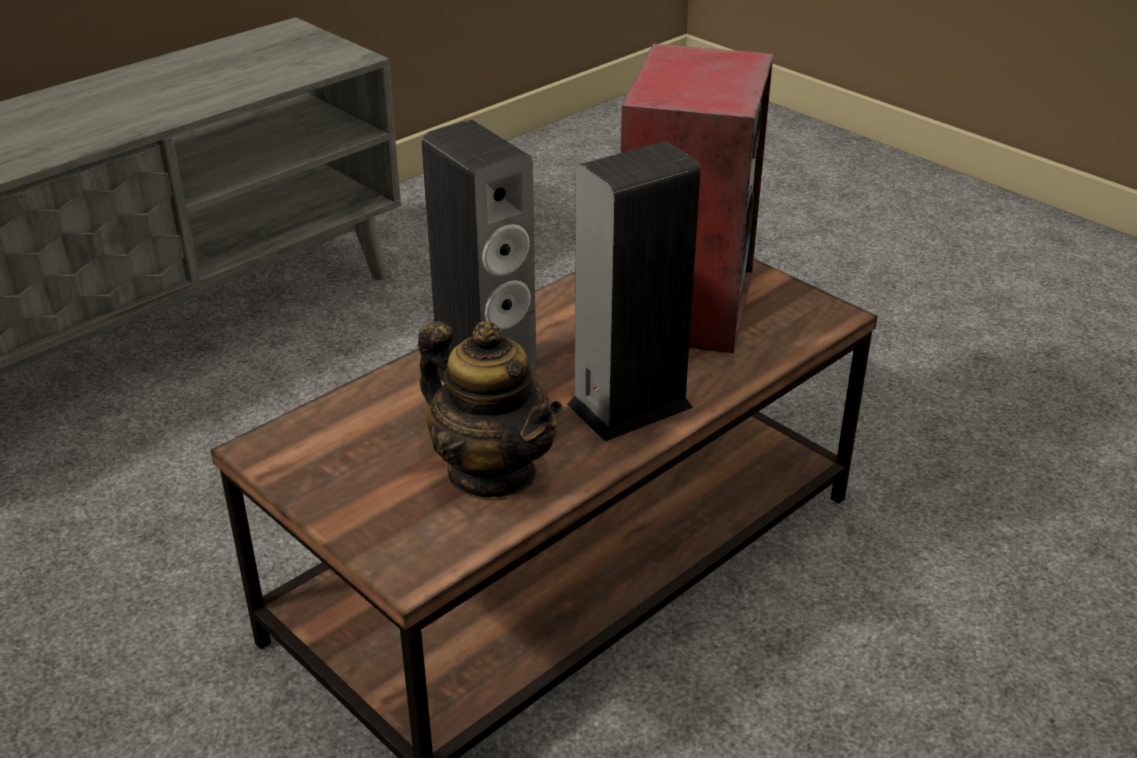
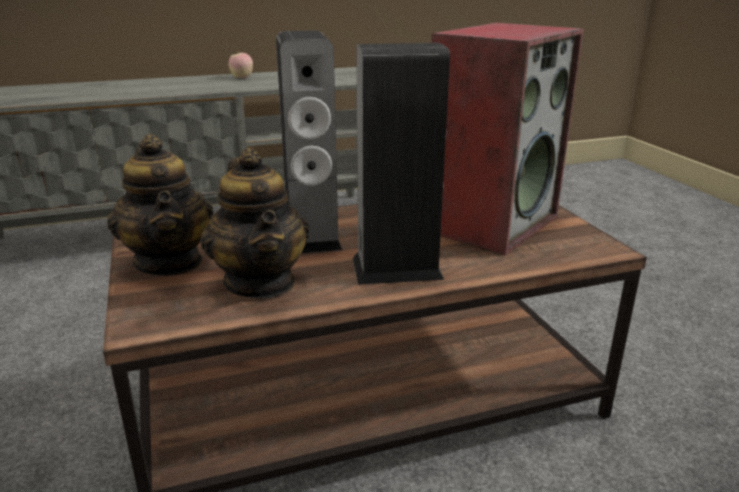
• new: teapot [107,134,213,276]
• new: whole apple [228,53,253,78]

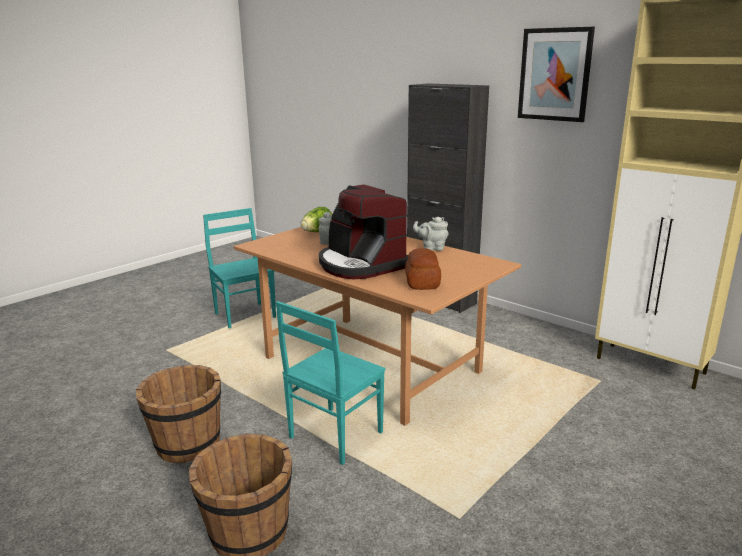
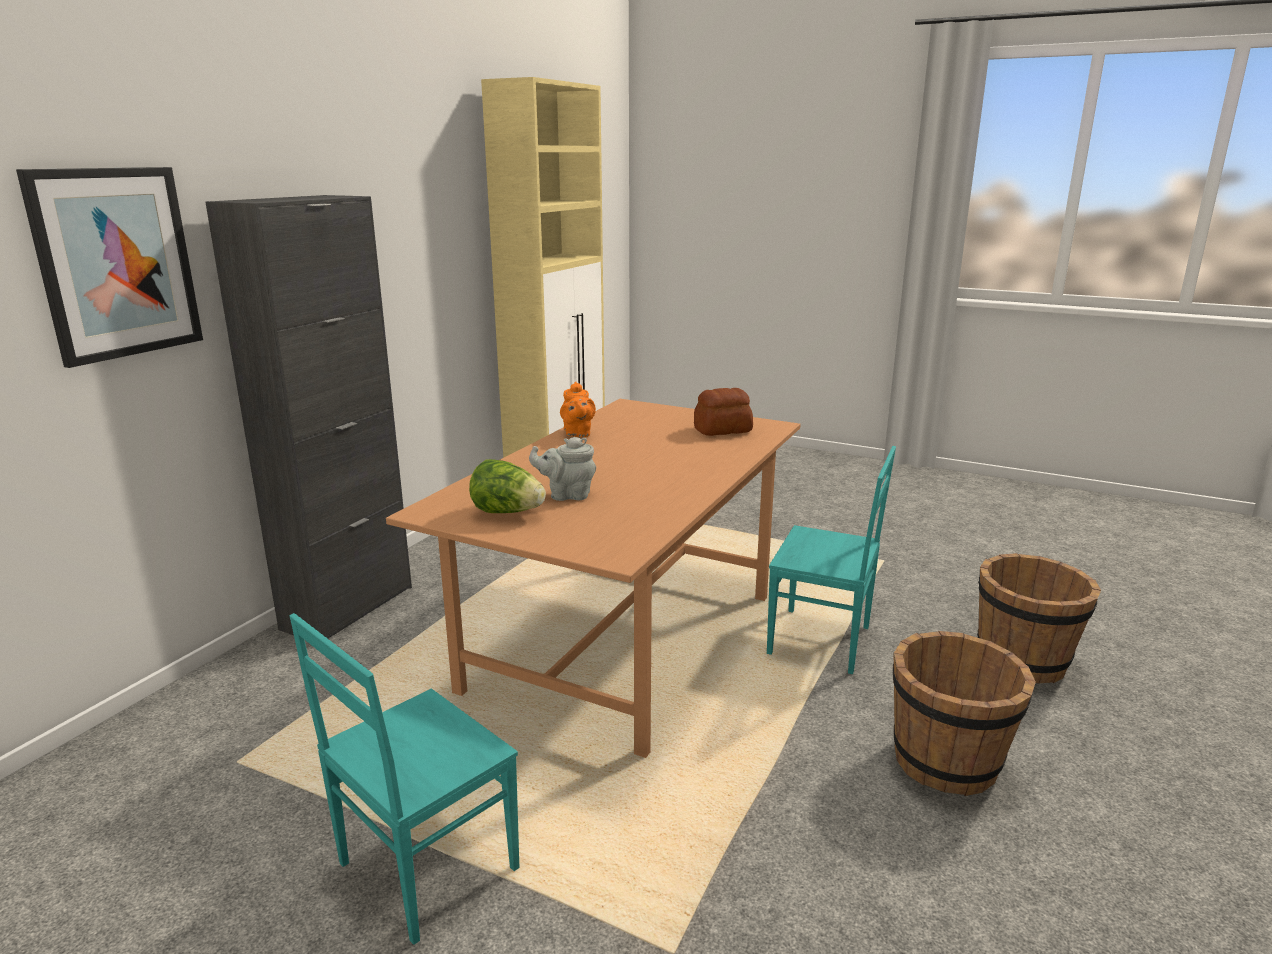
• shifted: picture [518,27,595,122] to [16,167,203,368]
• repainted: gray teapot [413,217,449,251] to orange teapot [560,382,596,437]
• gone: coffee brewer [319,185,408,280]

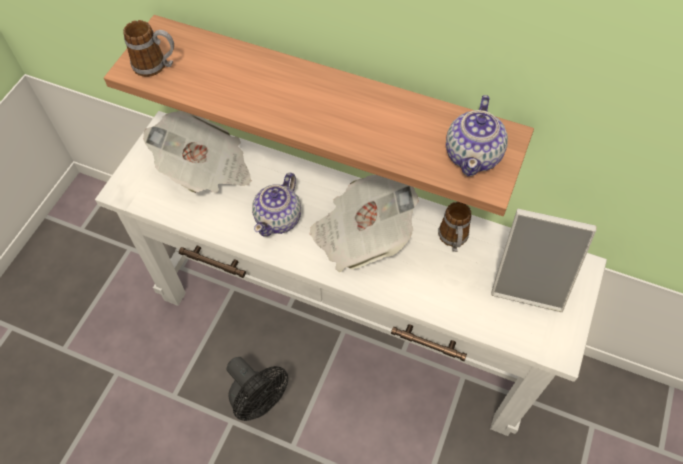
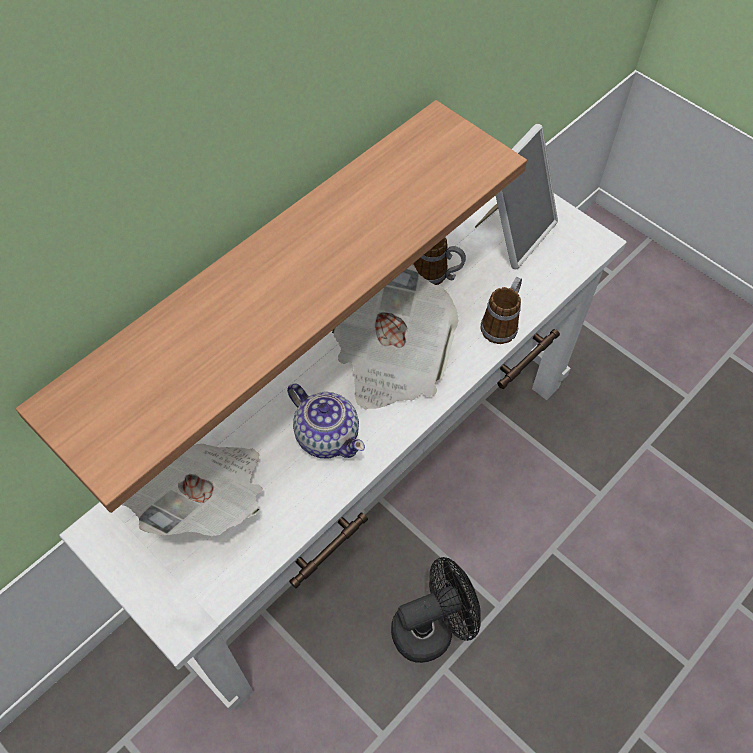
• shifted: coffee mug [123,20,174,77] to [481,277,522,344]
• gone: teapot [446,95,508,176]

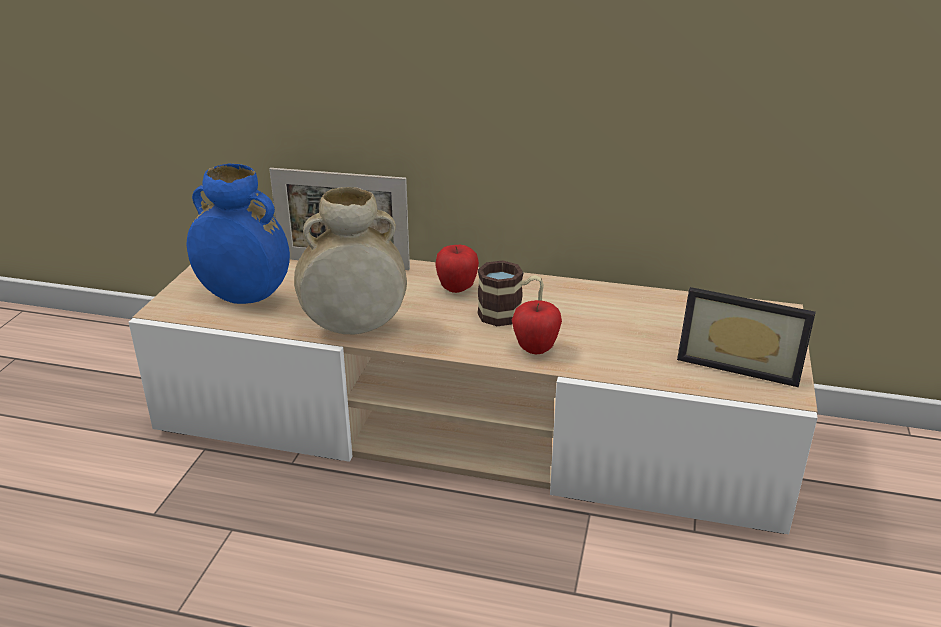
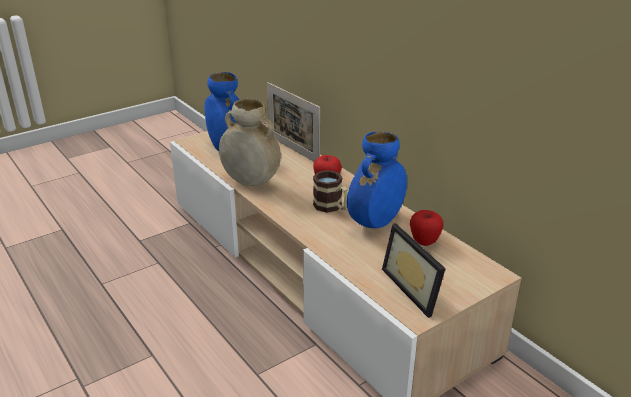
• new: blue flower vase [347,132,407,228]
• shifted: whole apple [512,300,562,354] to [410,210,443,246]

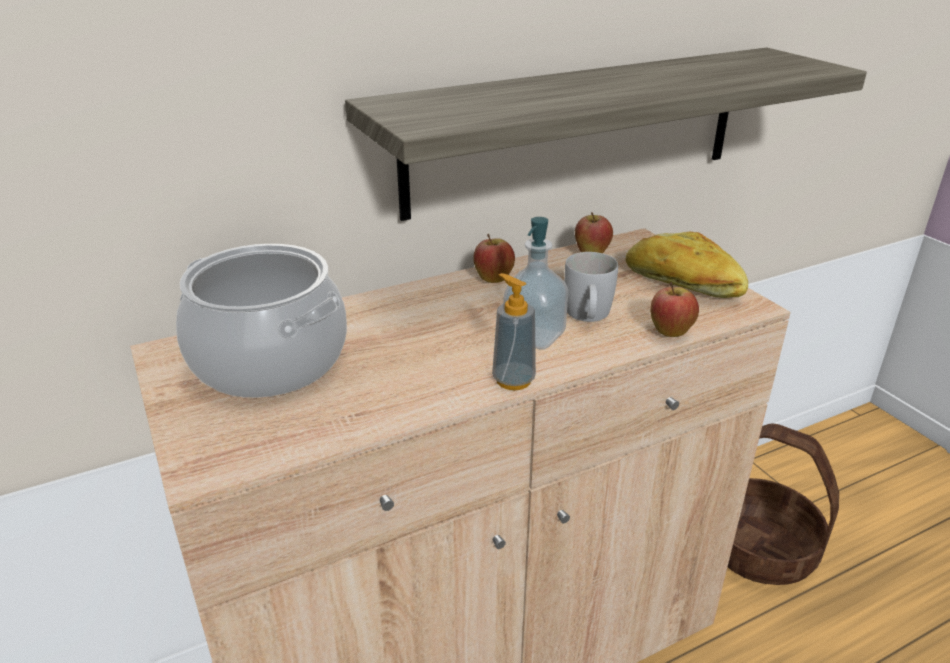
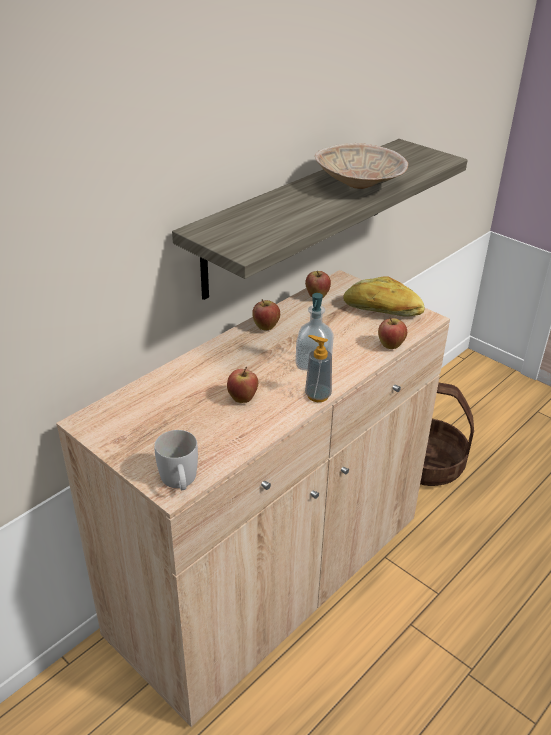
• shifted: white-coloured coffee mug [564,252,618,322] to [154,430,198,490]
• new: whole apple [227,367,258,403]
• new: beige-coloured serving bowl [315,143,408,189]
• gone: saucepot [176,244,347,398]

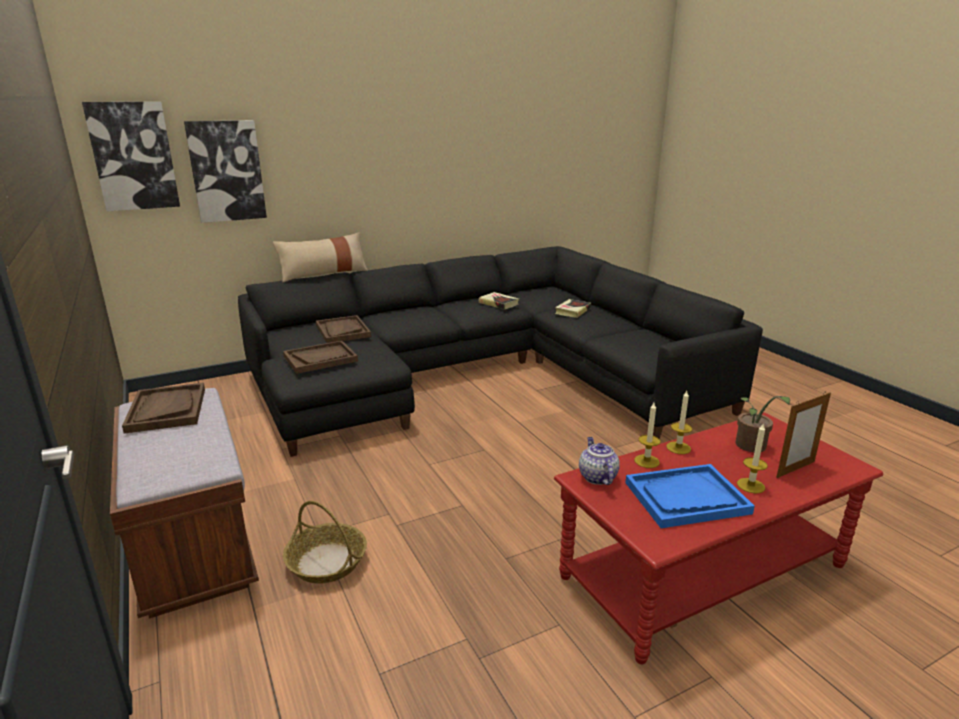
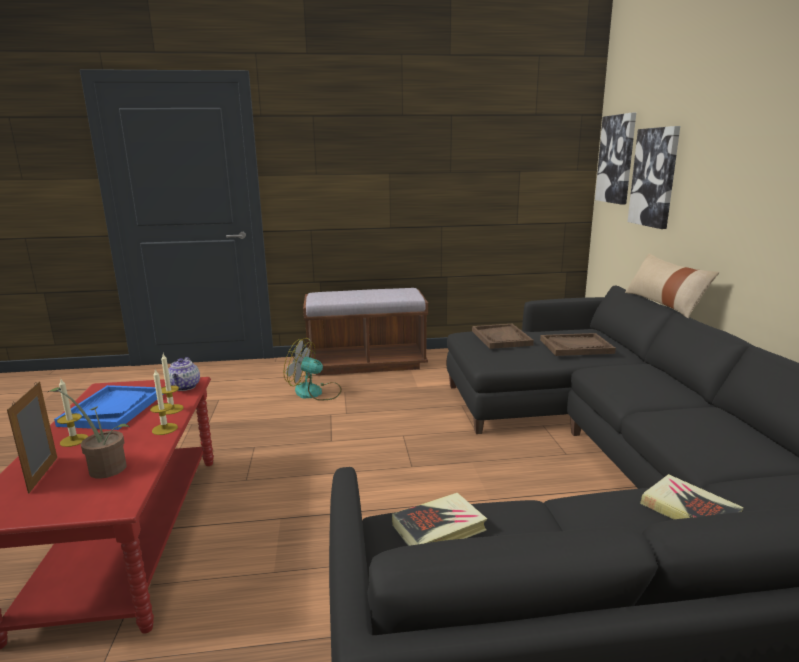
• rotated: teapot [579,437,620,485] = [168,357,200,391] 75 degrees clockwise
• swapped: household basket [283,501,367,584] to electric fan [284,338,342,401]
• shifted: volume [478,292,519,309] to [392,493,487,546]
• gone: brownish carrying tray [122,383,205,434]

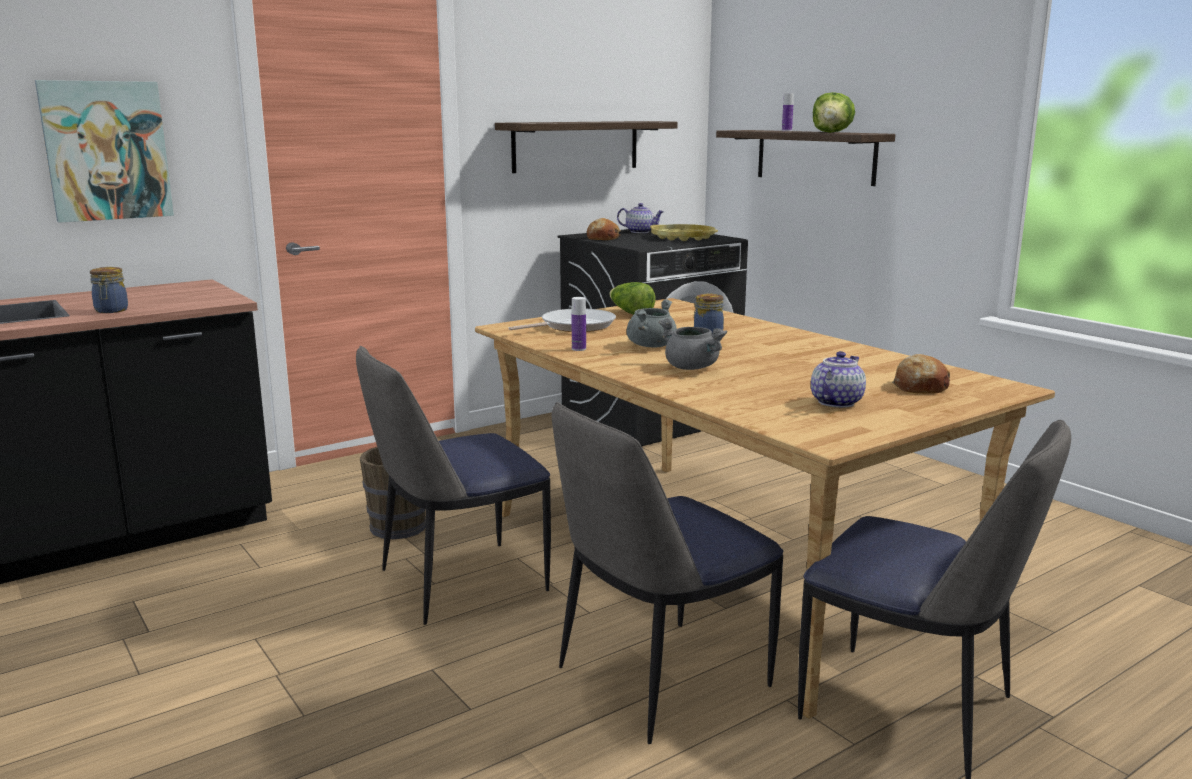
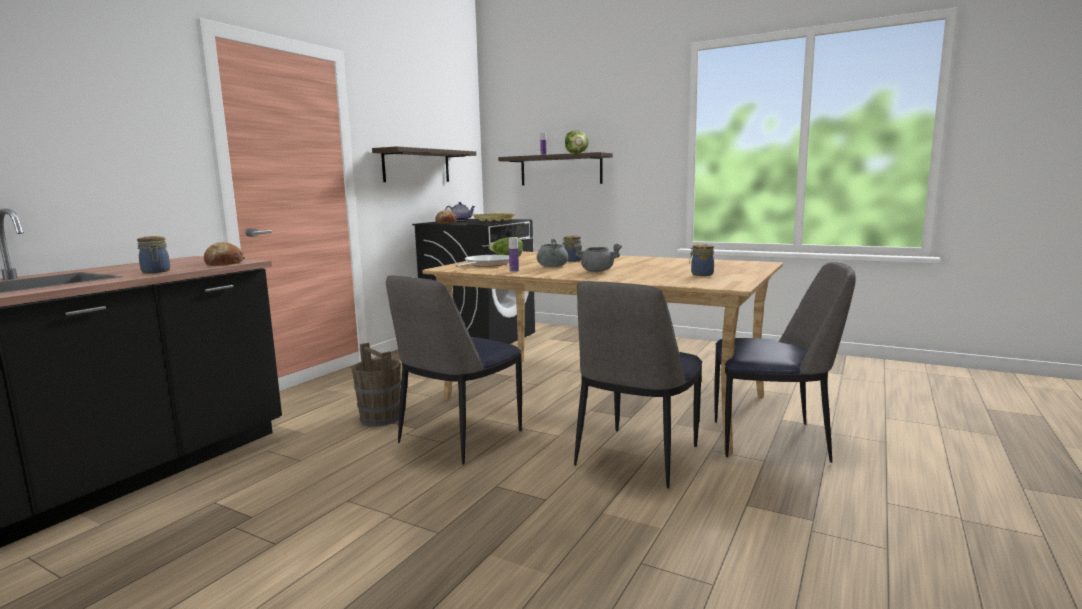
• shifted: bread [892,354,950,393] to [204,242,245,266]
• swapped: teapot [811,351,866,408] to jar [689,244,714,276]
• gone: picture [35,80,174,223]

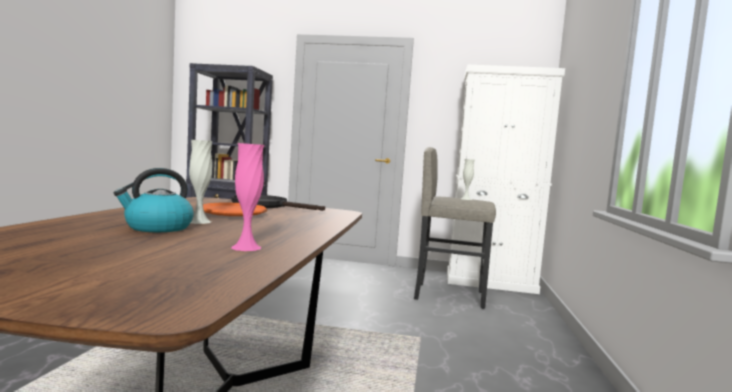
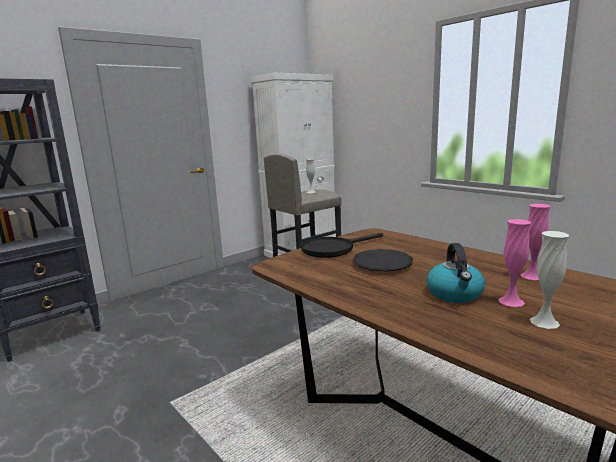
• repainted: orange plate [203,202,267,216] to black plate [352,249,413,272]
• new: pink flower vase [498,219,531,307]
• shifted: white-coloured flower vase [189,140,212,224] to [530,231,569,329]

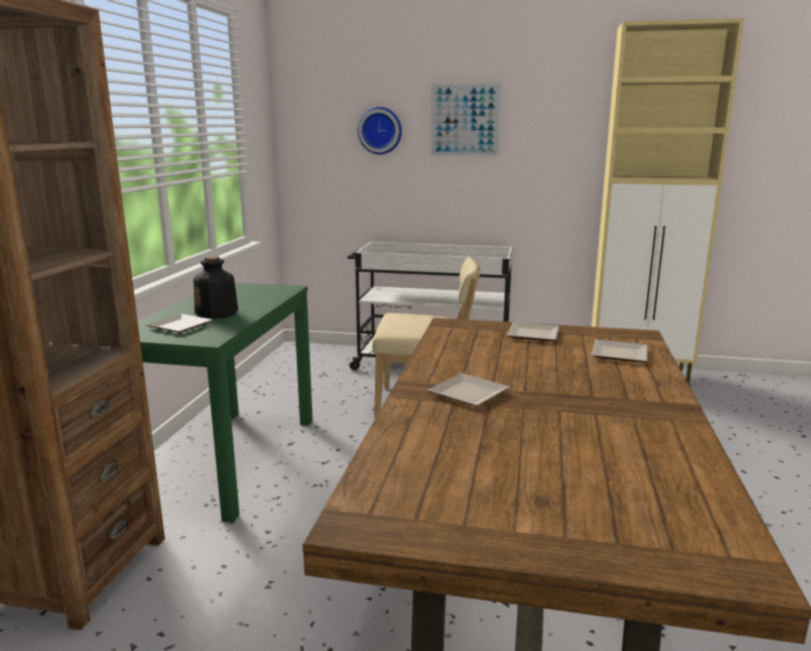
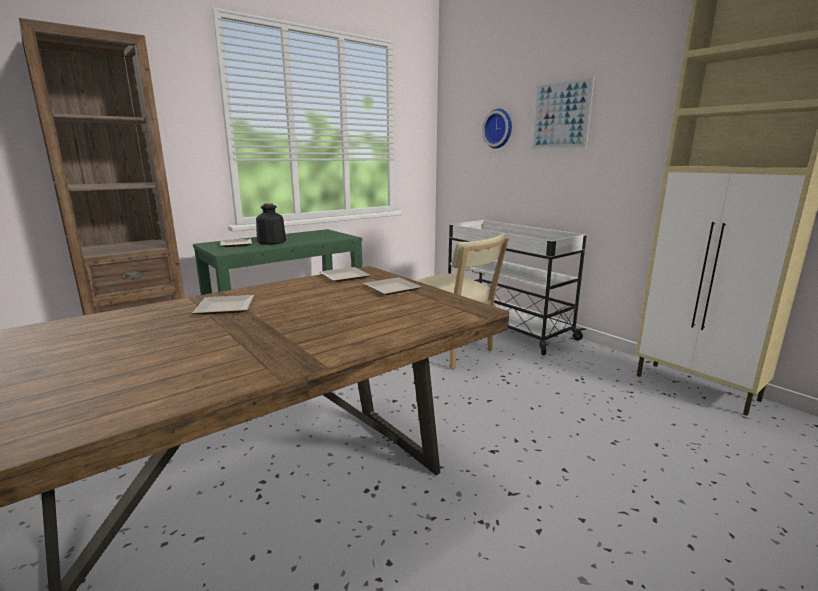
• shifted: plate [592,339,647,362] to [320,267,371,282]

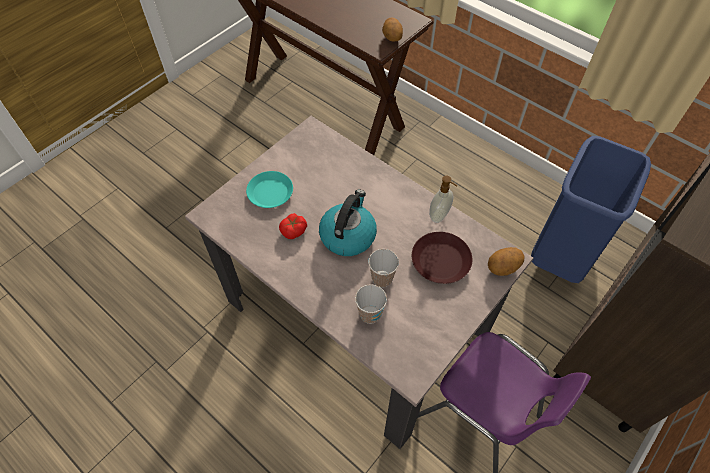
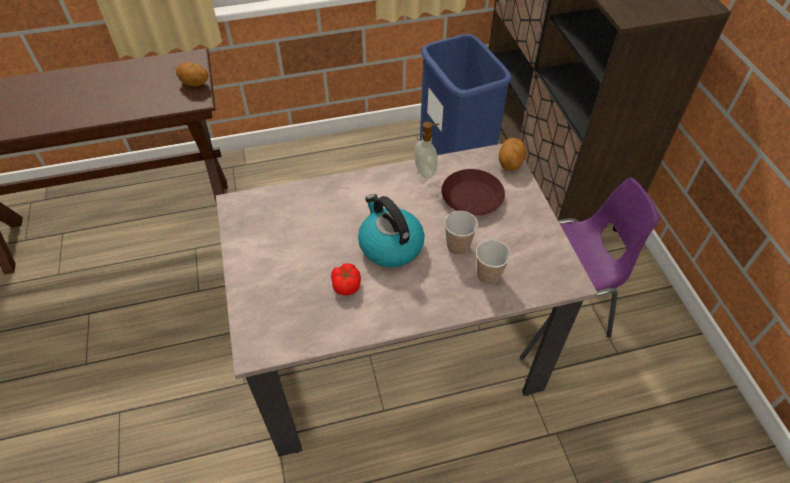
• gone: turquoise plate [246,171,293,208]

